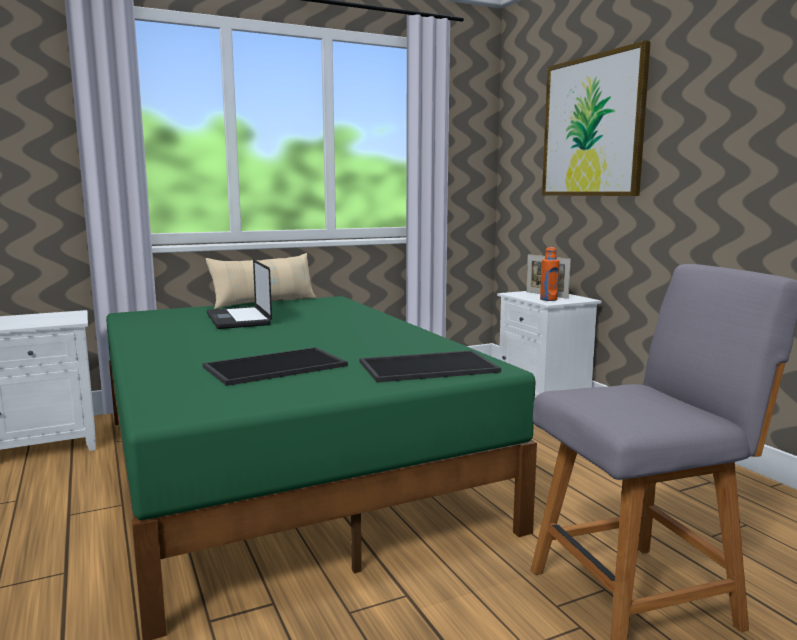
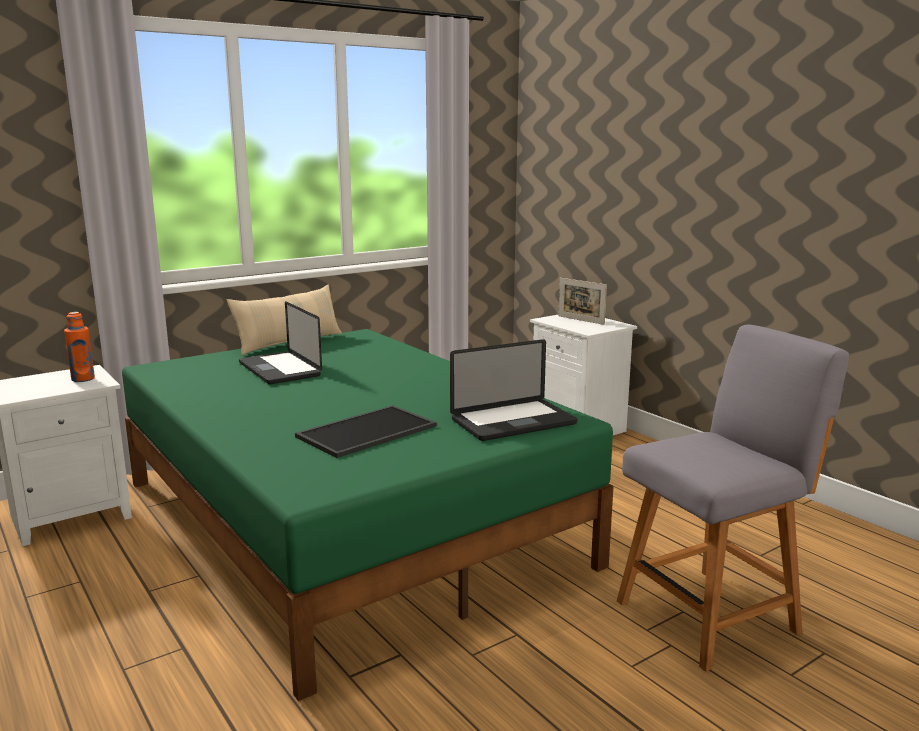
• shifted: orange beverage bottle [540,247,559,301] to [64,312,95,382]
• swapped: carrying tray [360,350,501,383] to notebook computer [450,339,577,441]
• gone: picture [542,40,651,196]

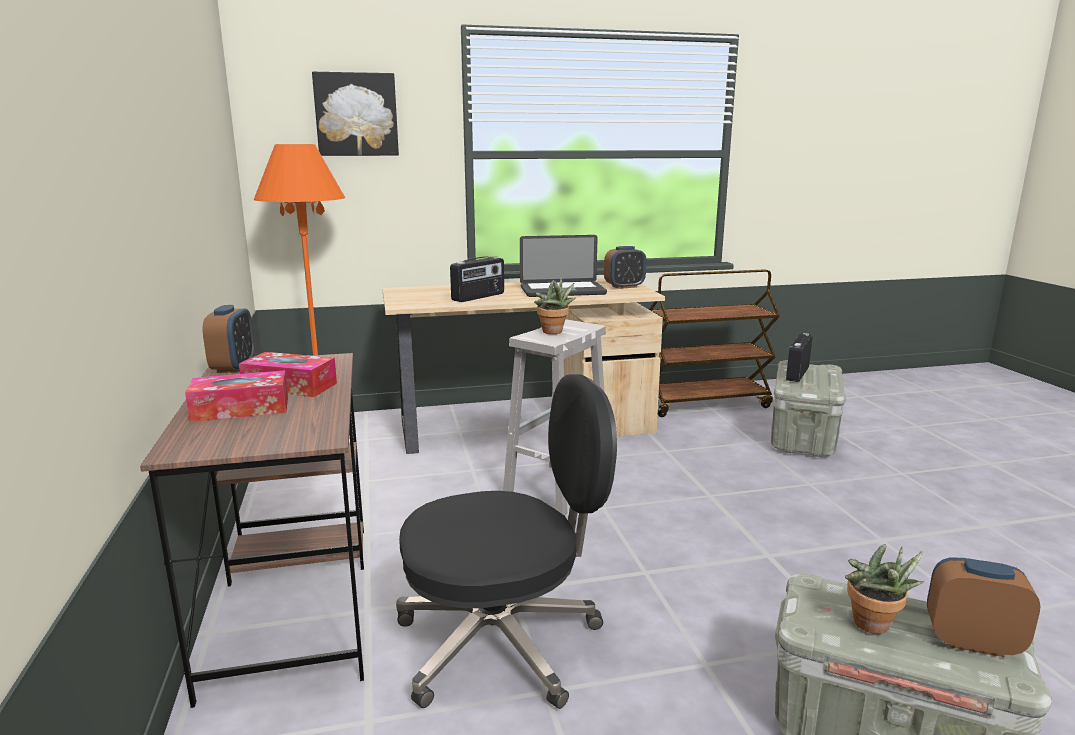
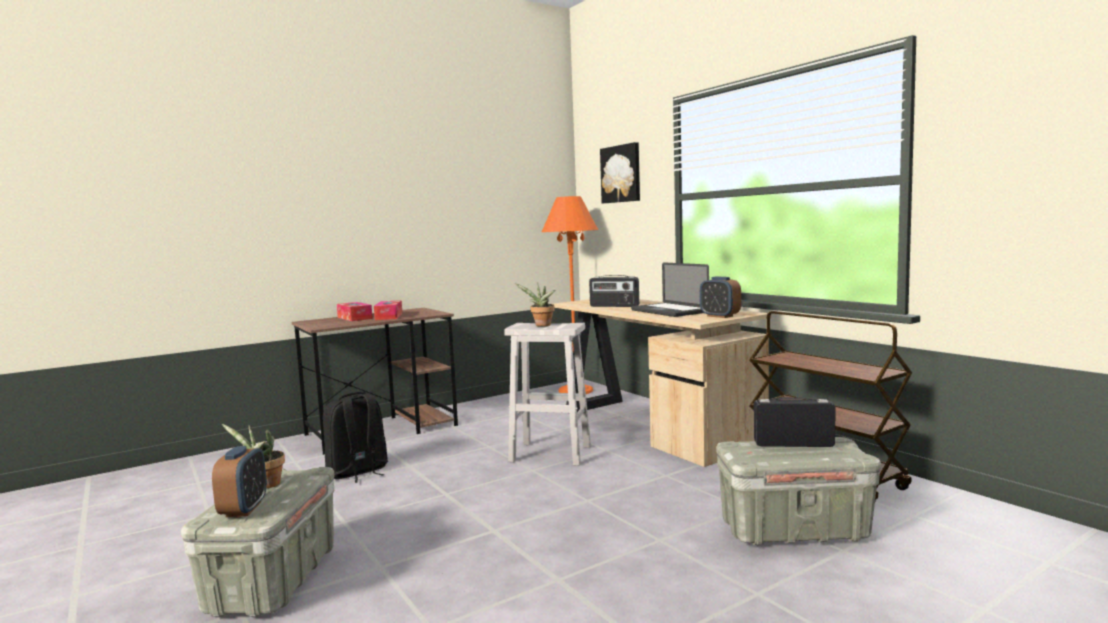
• swapped: black desk chair [396,374,617,709] to black backpack [323,392,388,483]
• gone: bedside clock [203,305,255,373]

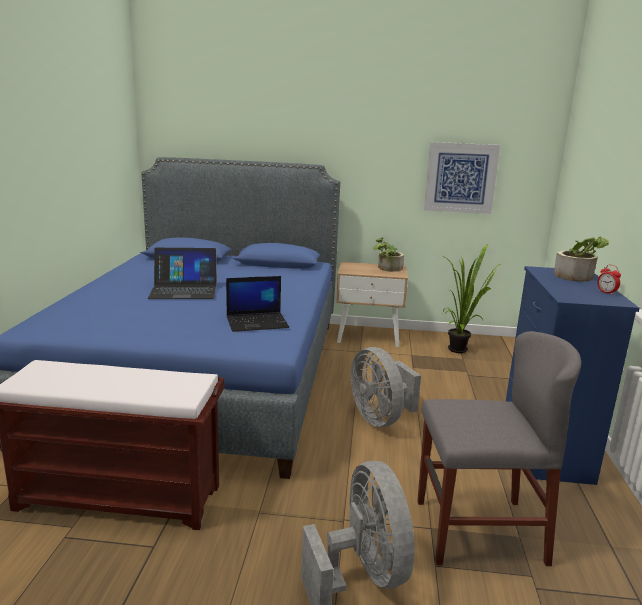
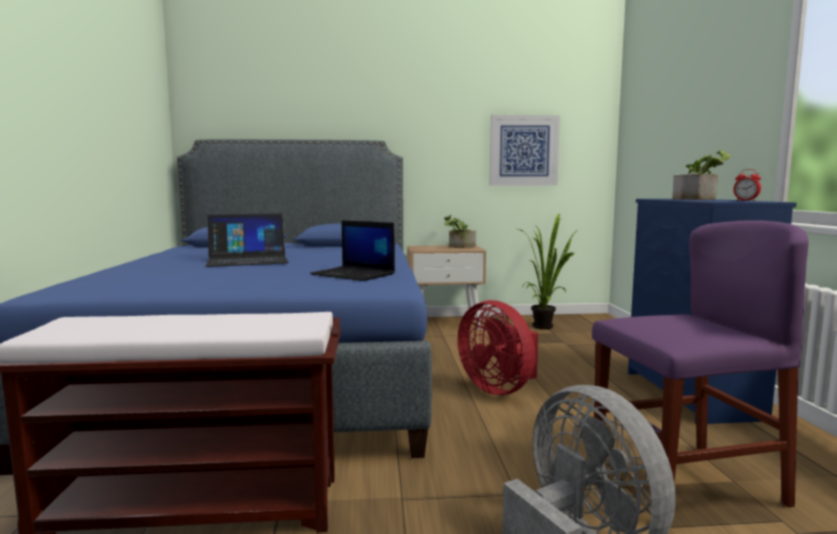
• rotated: notebook computer [226,276,289,332] = [310,220,395,281] 60 degrees clockwise
• repainted: gray electric fan [351,347,421,427] to reddish electric fan [458,300,538,395]
• repainted: gray plain chair [417,331,581,566] to purple-coloured plain chair [592,220,809,508]

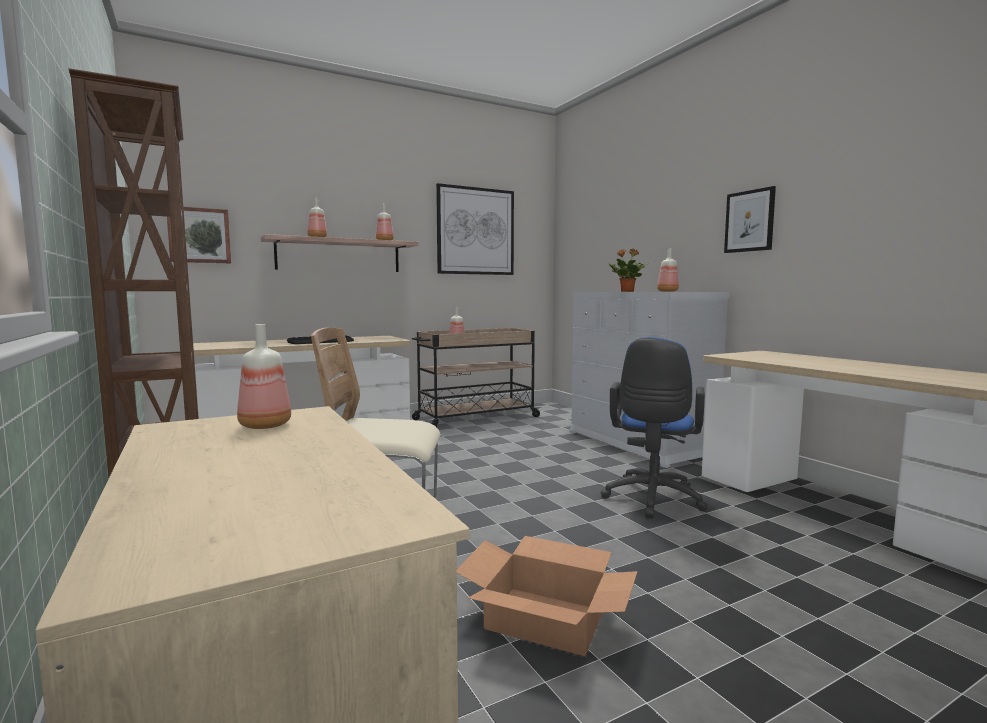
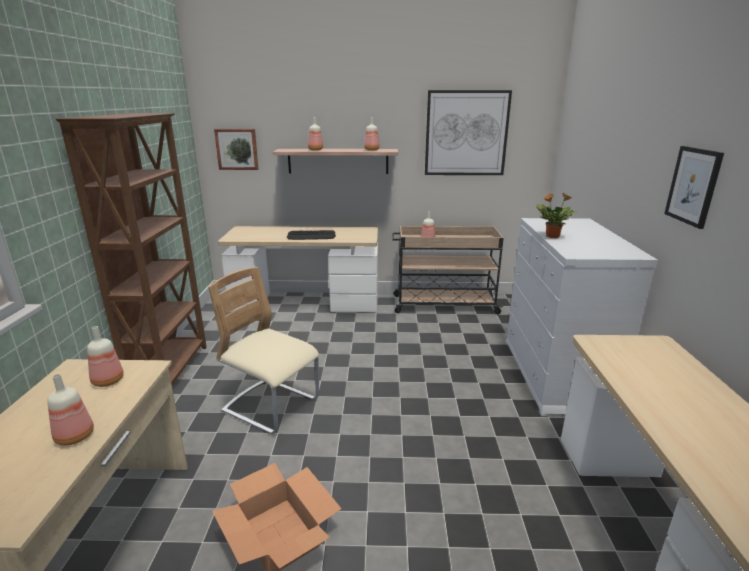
• shifted: beverage bottle [657,249,679,292] to [47,374,94,446]
• gone: blue desk chair [601,337,708,518]

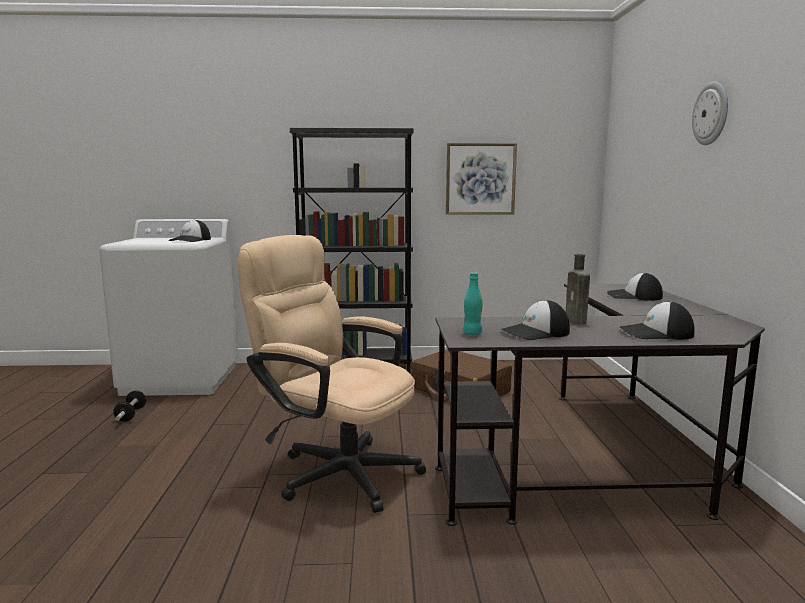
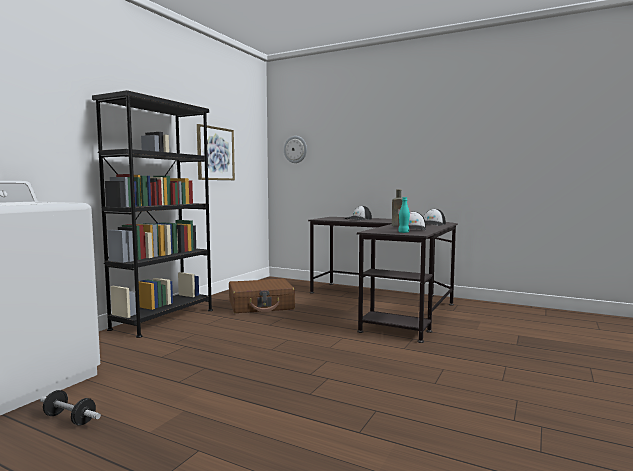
• shifted: hanging clock [692,81,728,145] to [284,136,307,163]
• gone: cap [169,220,211,242]
• gone: beige-coloured desk chair [237,235,426,513]

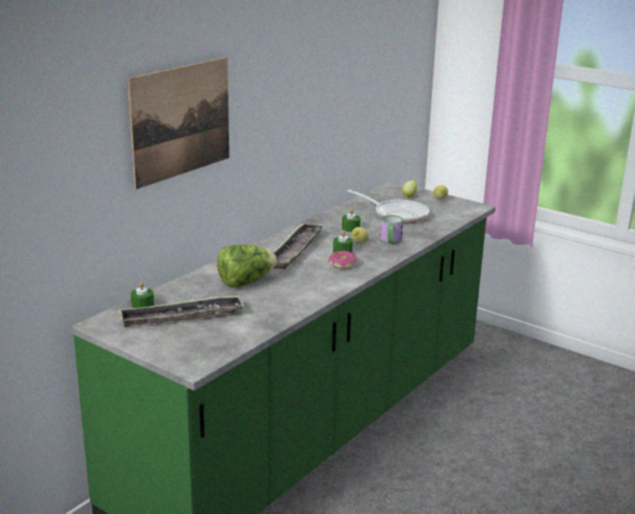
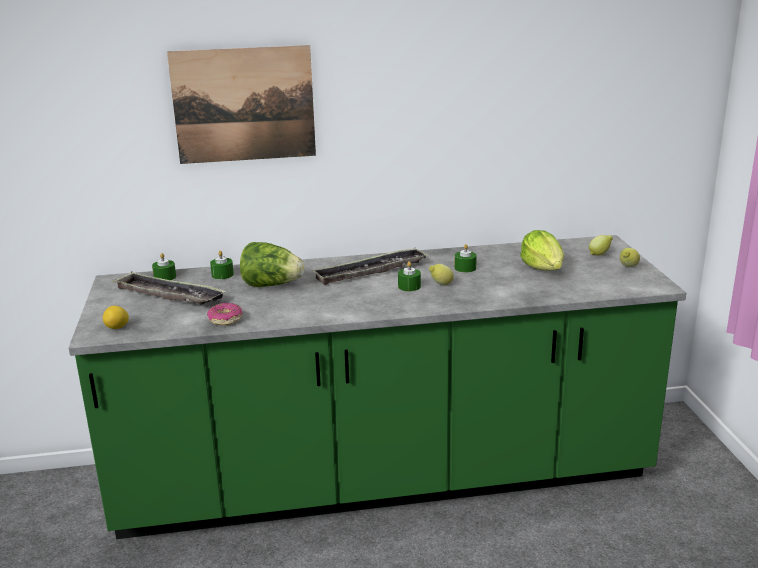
• new: citrus fruit [103,306,129,329]
• shifted: doughnut [328,251,357,269] to [207,303,243,325]
• new: greenish candle [210,251,234,279]
• swapped: frying pan [348,189,429,224] to head of lettuce [520,230,564,270]
• gone: coffee mug [380,215,403,244]

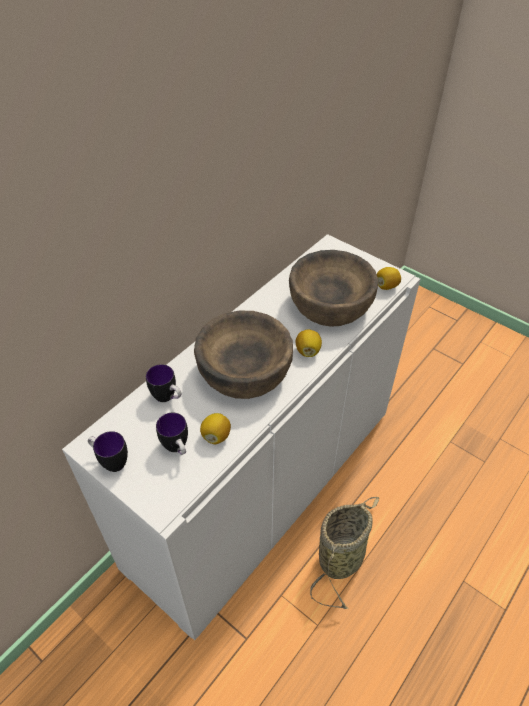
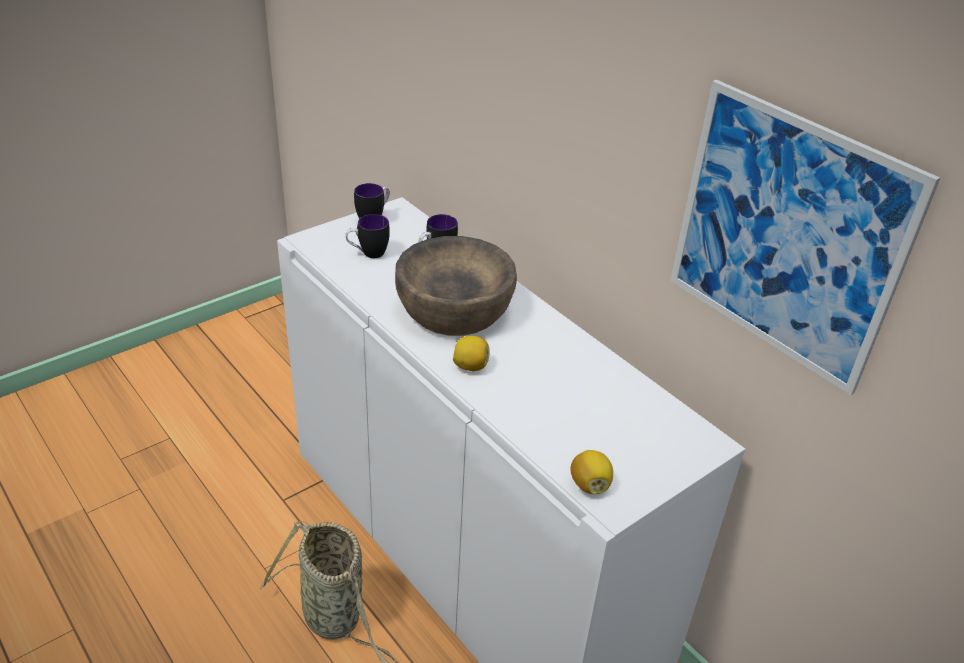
• new: picture [670,80,940,395]
• gone: citrus fruit [200,413,231,445]
• gone: brownish serving bowl [289,250,378,327]

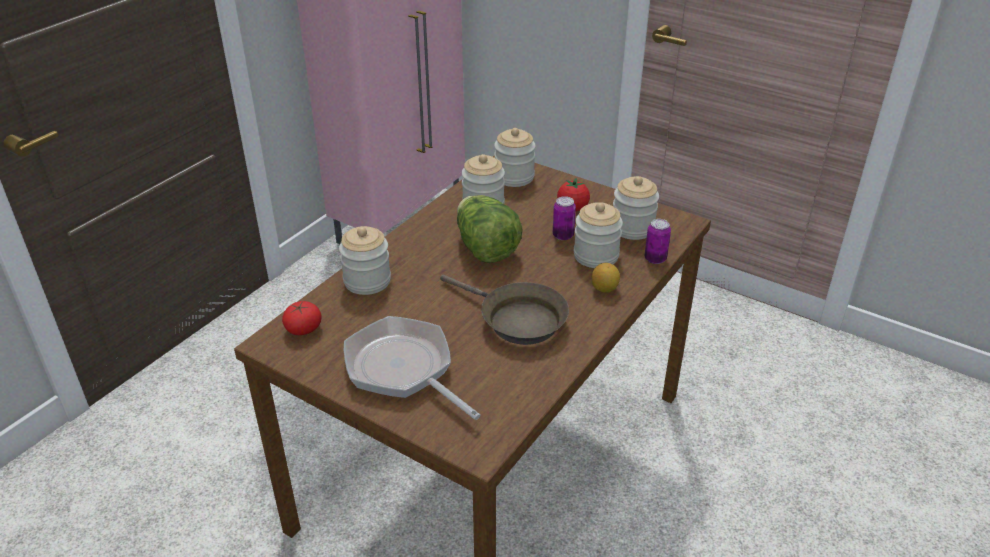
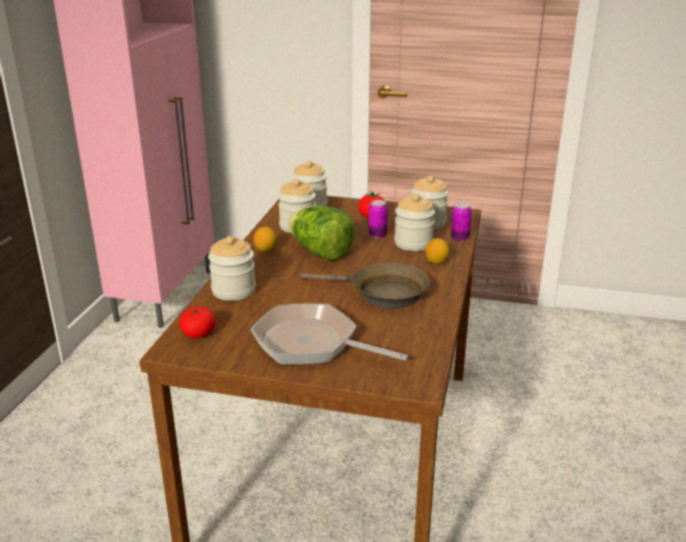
• new: citrus fruit [254,227,277,252]

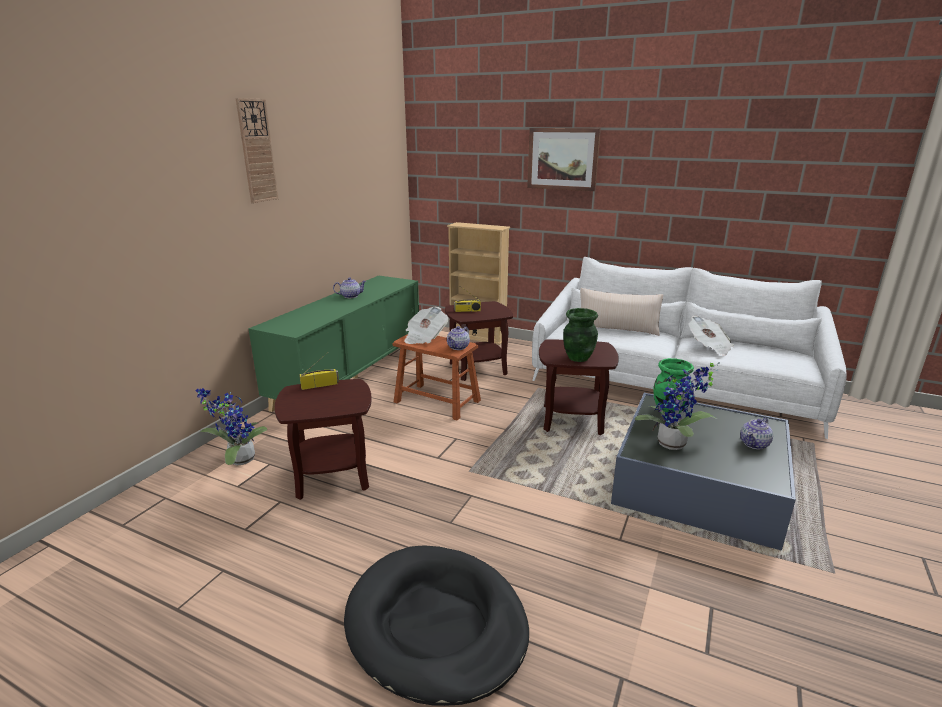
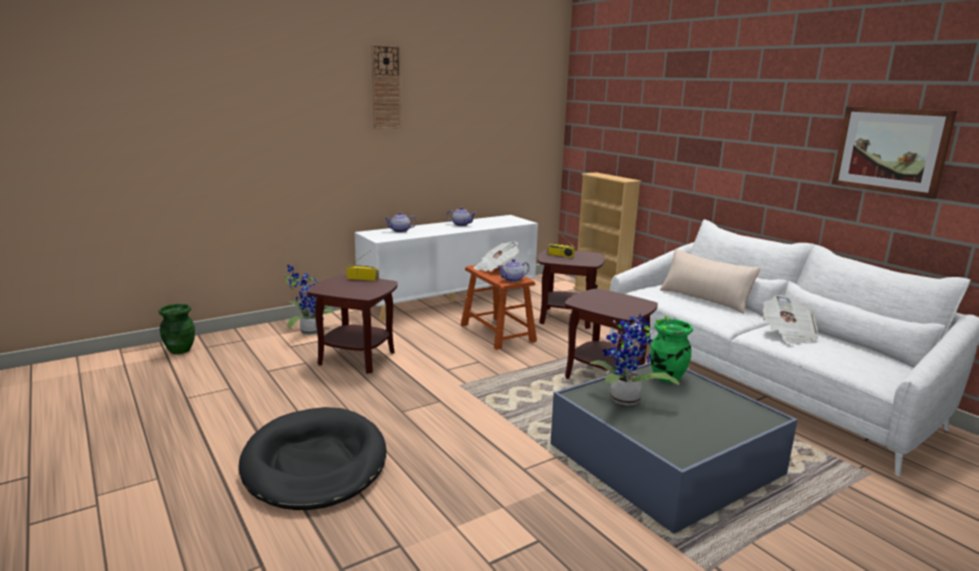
• shifted: greenish flower vase [563,308,598,362] to [158,304,195,354]
• repainted: greenish cabinet [248,276,419,412] to white-coloured cabinet [354,215,538,321]
• shifted: teapot [740,418,773,449] to [384,212,417,233]
• shifted: picture [527,128,601,191] to [832,106,957,199]

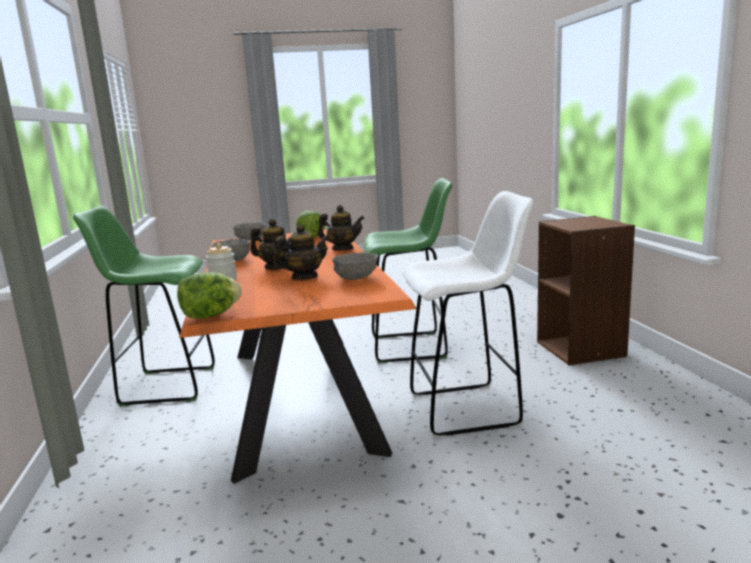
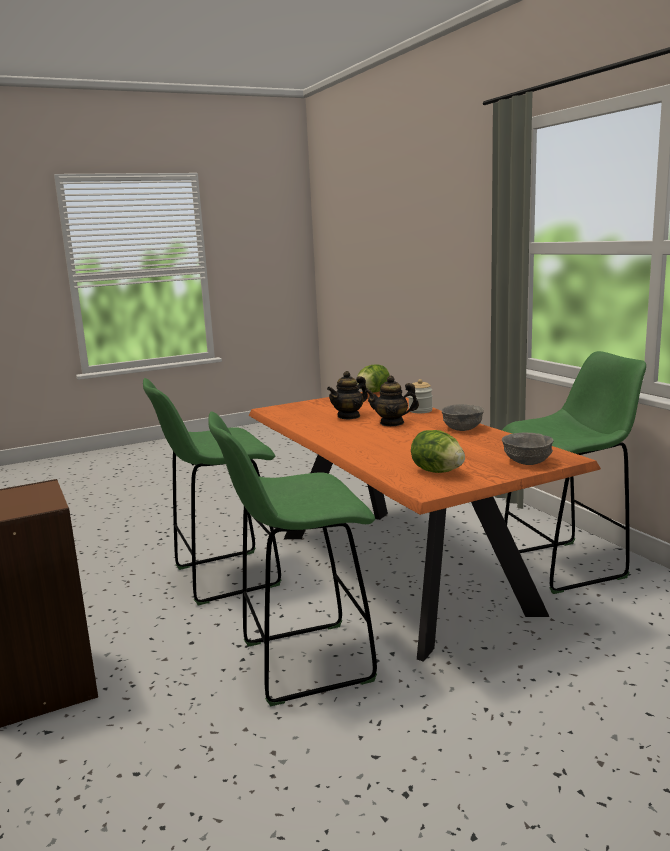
• repainted: white-coloured sitting stool [402,191,533,438] to greenish sitting stool [143,378,281,605]
• gone: teapot [317,205,365,250]
• gone: gray serving bowl [332,253,378,280]

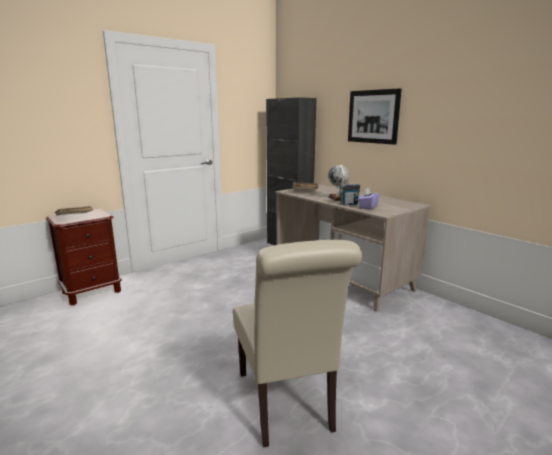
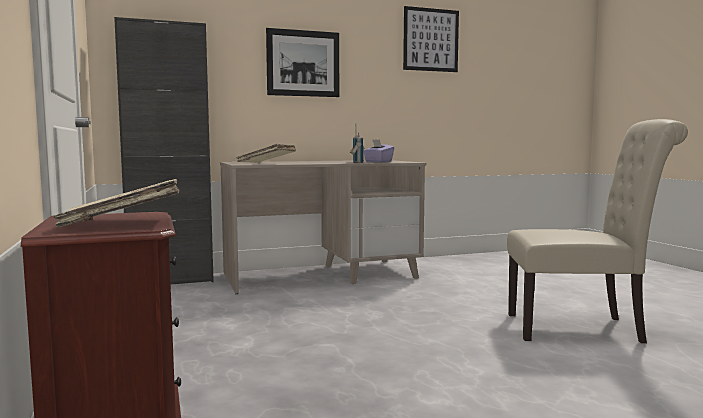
• new: picture [403,6,459,72]
• gone: world globe [328,165,349,201]

